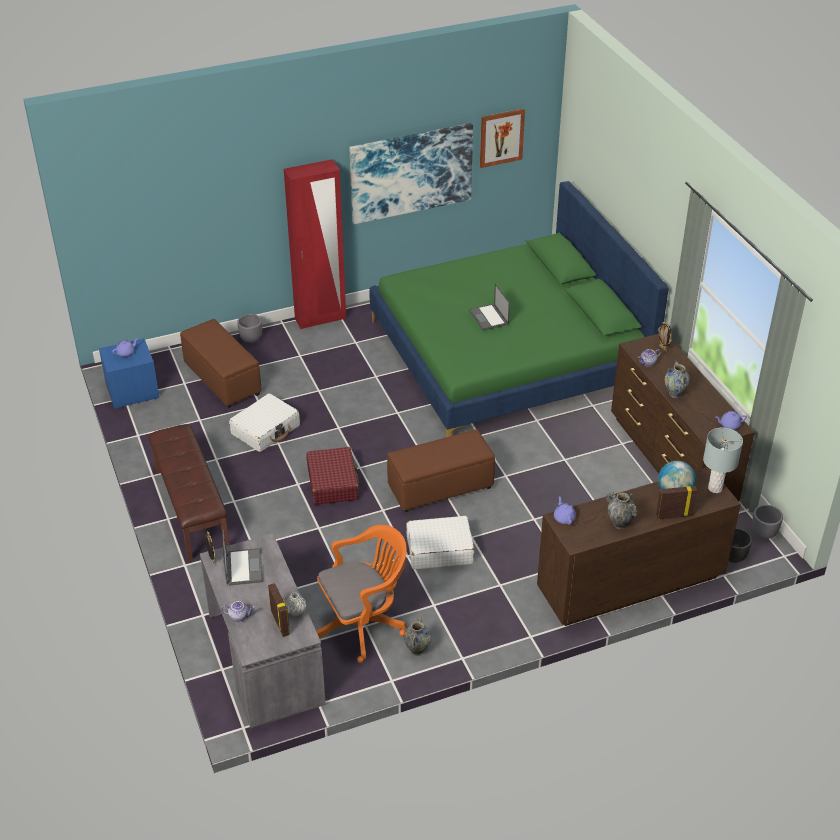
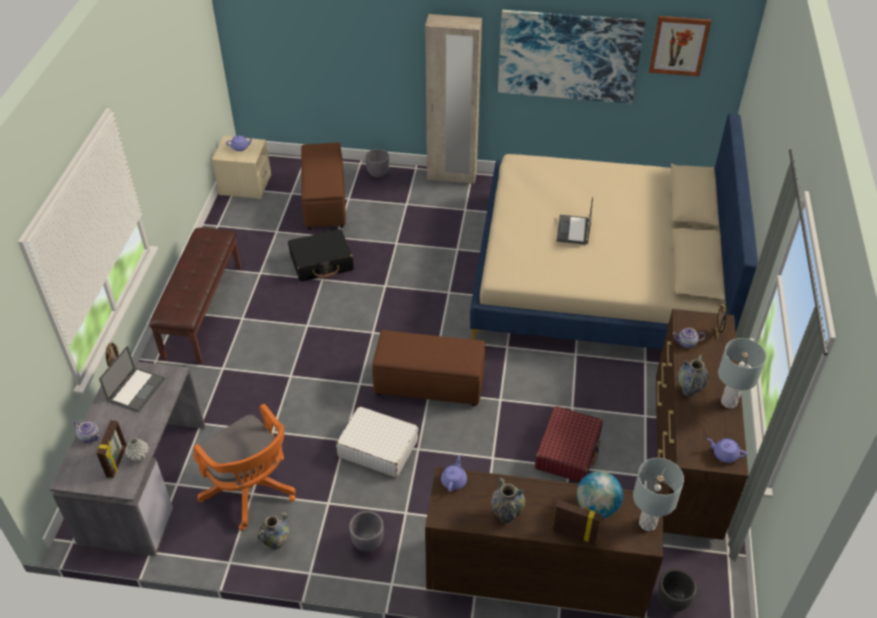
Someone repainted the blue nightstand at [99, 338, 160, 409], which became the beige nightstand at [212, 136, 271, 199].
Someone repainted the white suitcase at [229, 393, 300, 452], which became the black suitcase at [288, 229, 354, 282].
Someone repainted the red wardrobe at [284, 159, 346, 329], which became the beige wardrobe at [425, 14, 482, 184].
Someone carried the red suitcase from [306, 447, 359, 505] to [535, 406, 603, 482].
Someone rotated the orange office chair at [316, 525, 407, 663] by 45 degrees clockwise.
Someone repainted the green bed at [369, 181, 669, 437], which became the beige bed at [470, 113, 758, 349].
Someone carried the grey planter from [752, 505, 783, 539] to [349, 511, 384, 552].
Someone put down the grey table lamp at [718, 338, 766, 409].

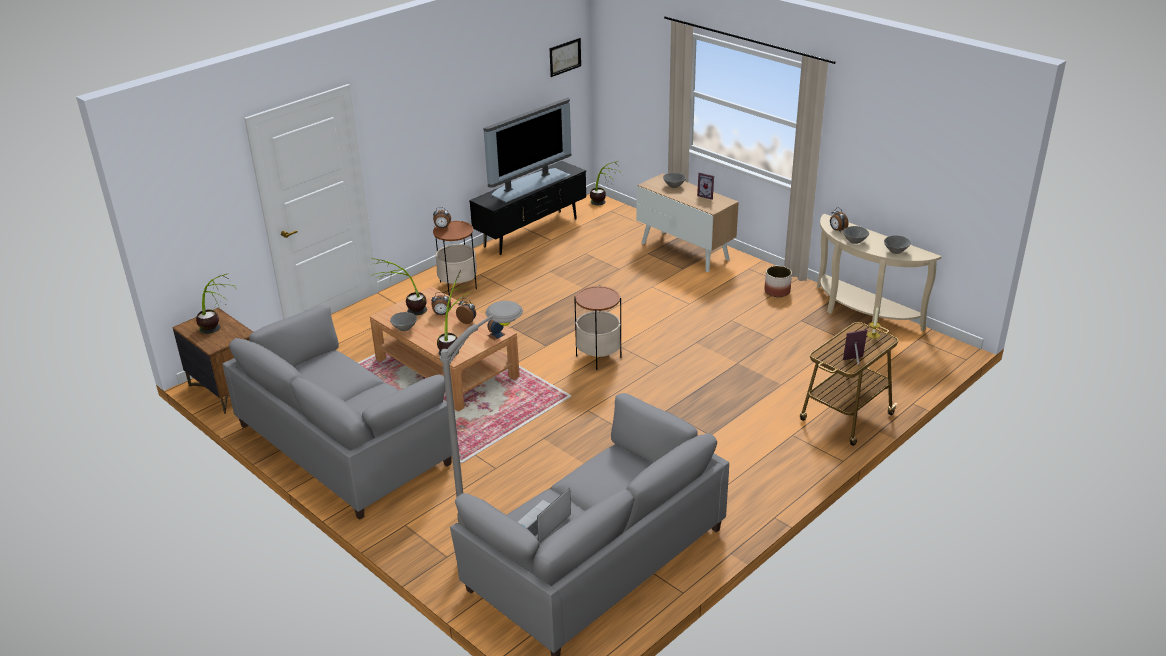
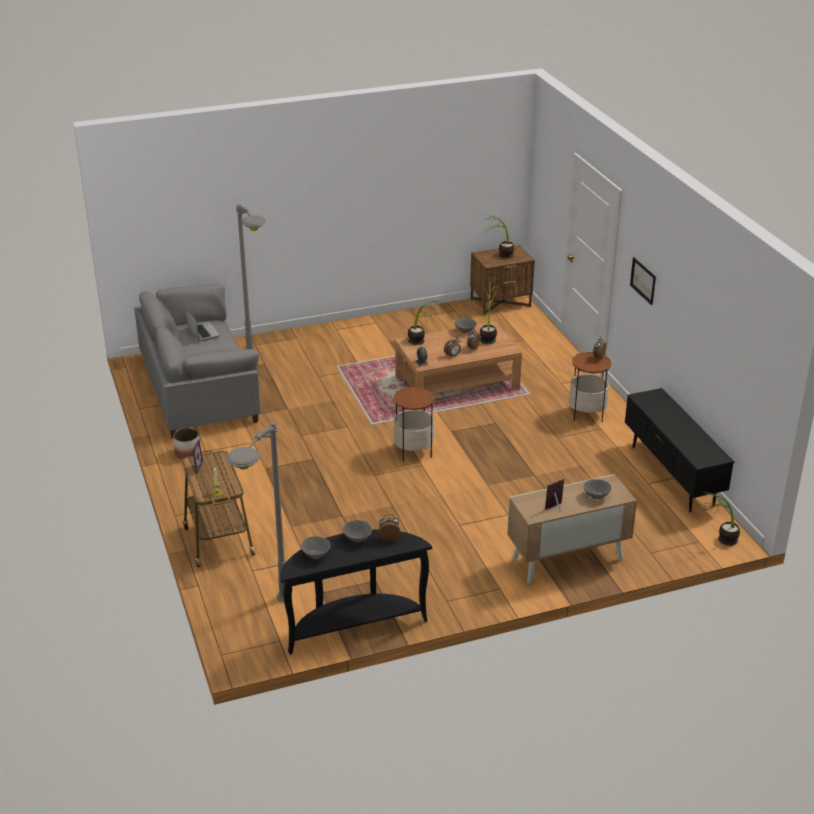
Someone took away the grey sofa at [222, 305, 452, 520].
Someone took away the television at [483, 97, 571, 202].
Someone carried the picture from [550, 38, 581, 77] to [630, 257, 656, 305].
Someone carried the planter from [764, 266, 792, 297] to [173, 428, 200, 459].
Someone repainted the beige console table at [816, 214, 941, 331], which became the black console table at [280, 530, 432, 655].
Someone put down the grey floor lamp at [226, 422, 285, 602].

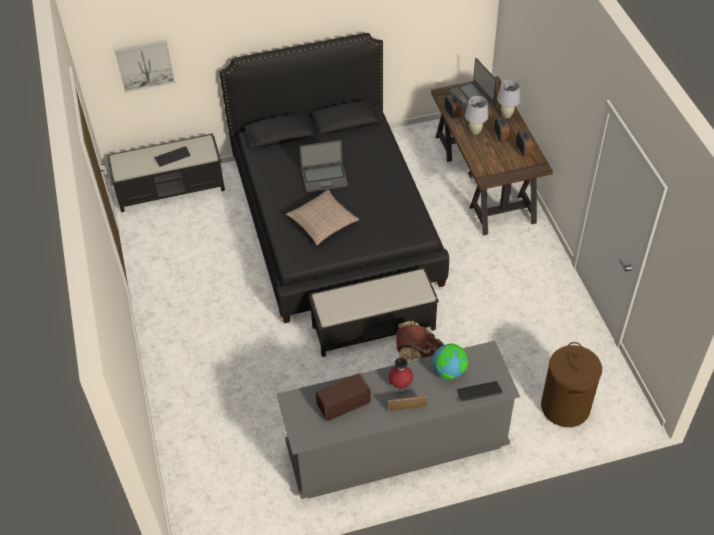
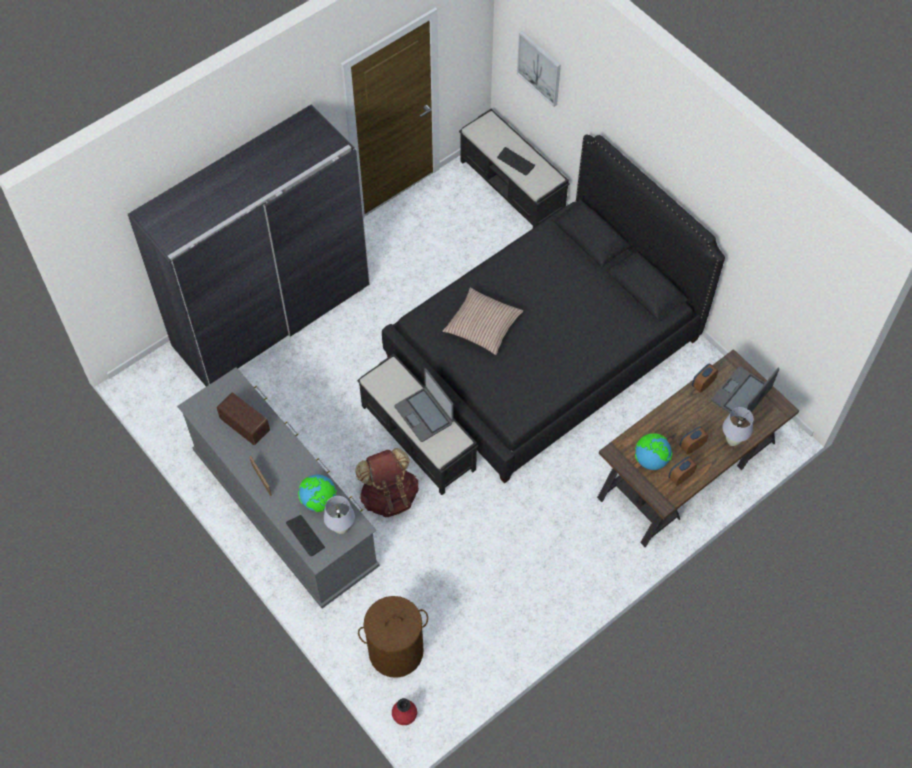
Someone carried the laptop from [300, 140, 348, 192] to [394, 368, 454, 442].
Someone carried the red vase from [389, 357, 413, 388] to [392, 698, 417, 725].
Someone carried the white table lamp from [465, 96, 489, 135] to [323, 496, 355, 534].
Someone put down the grey wardrobe at [128, 105, 370, 387].
Someone put down the globe at [635, 433, 672, 470].

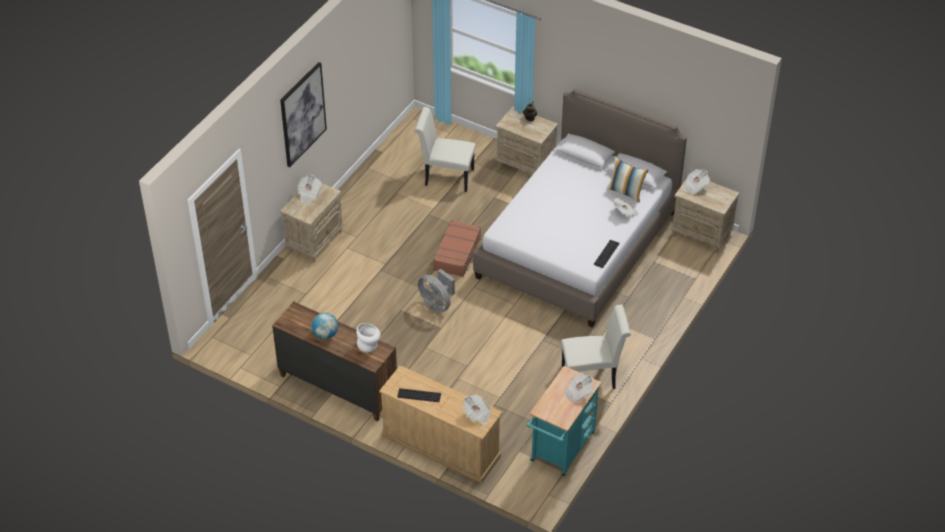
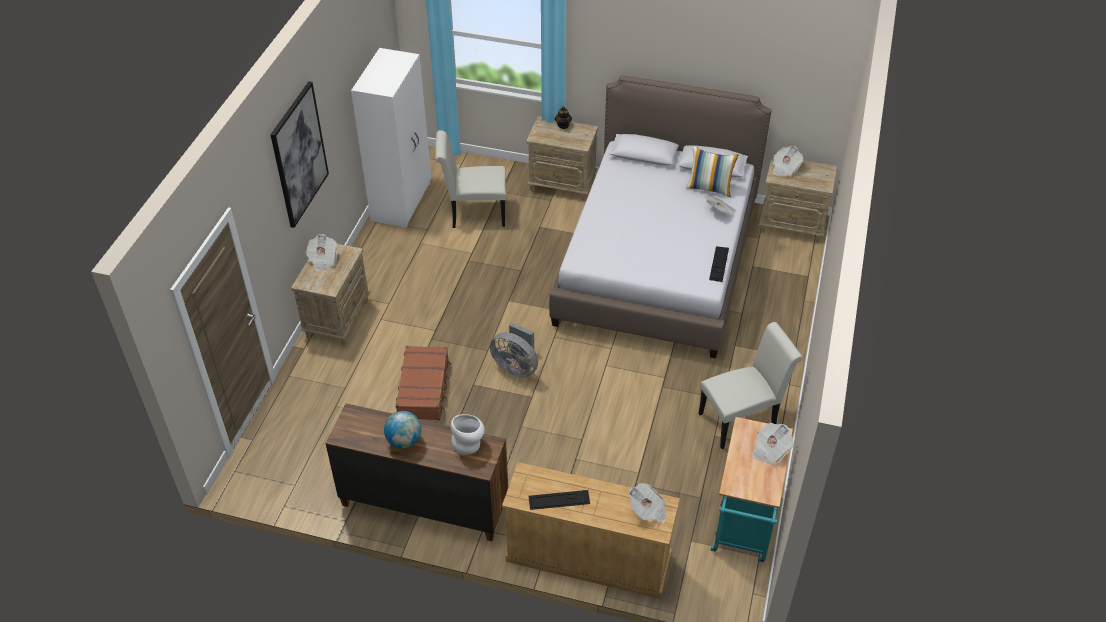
Someone carried the brown suitcase from [433, 220, 482, 277] to [395, 346, 451, 420].
Someone put down the white wardrobe at [351, 48, 431, 228].

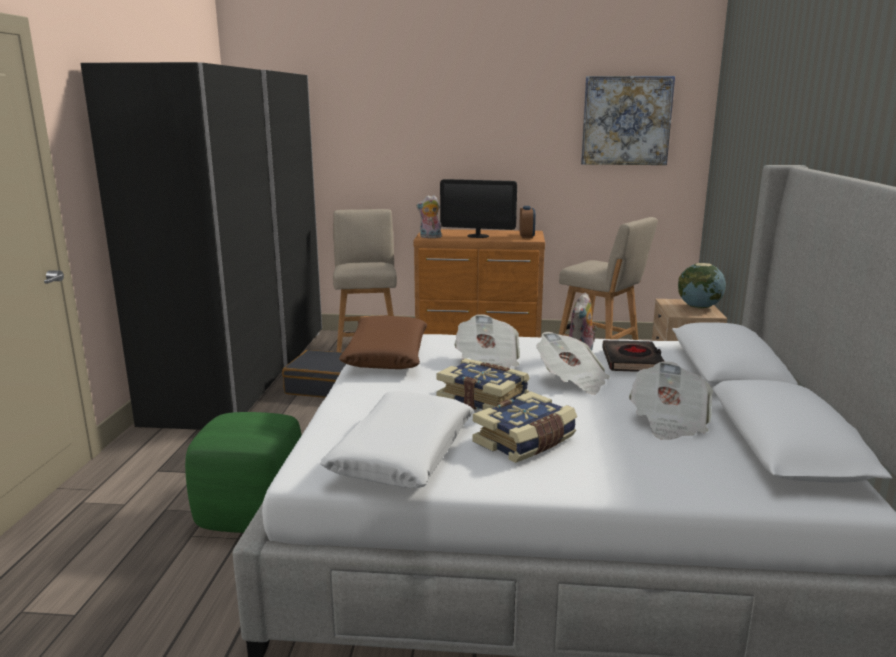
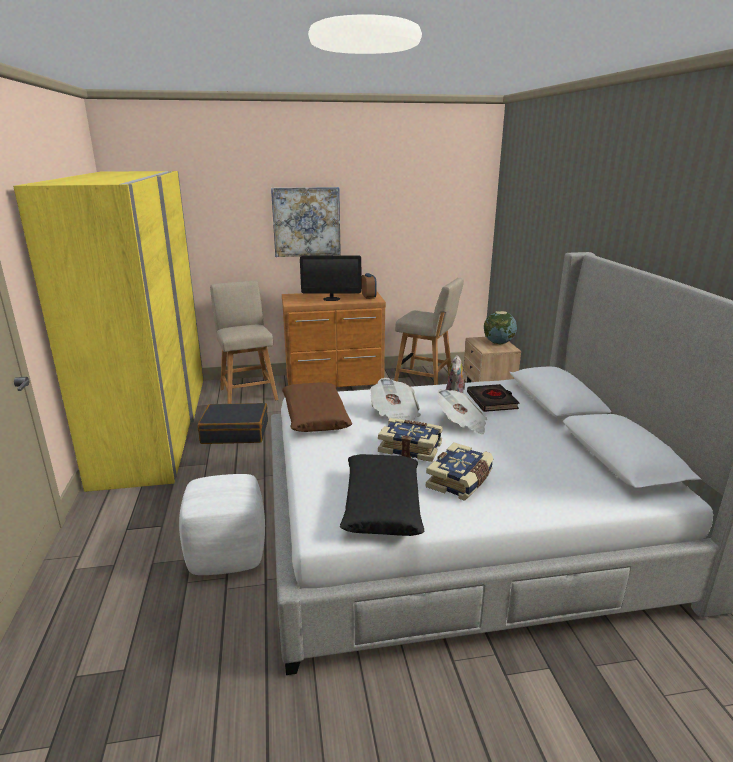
Someone repainted the black wardrobe at [81, 62, 322, 430], which became the yellow wardrobe at [13, 171, 204, 492].
Someone repainted the green ottoman at [185, 412, 302, 533], which became the white ottoman at [179, 474, 265, 575].
Someone repainted the white pillow at [320, 391, 474, 488], which became the black pillow at [340, 454, 424, 536].
Someone took away the plush toy at [416, 195, 442, 238].
Someone carried the picture from [581, 76, 675, 165] to [271, 187, 341, 257].
Someone took away the newspaper at [629, 361, 713, 440].

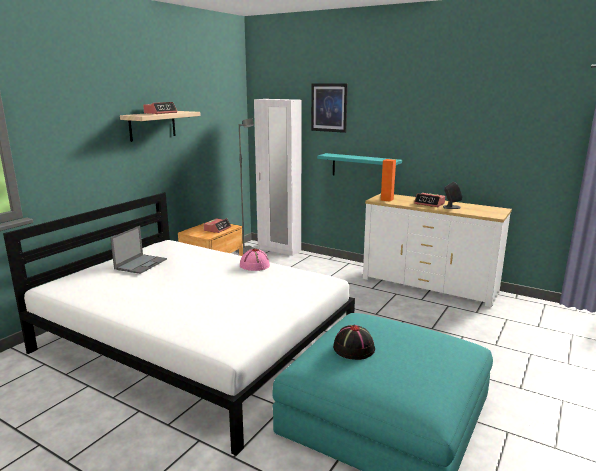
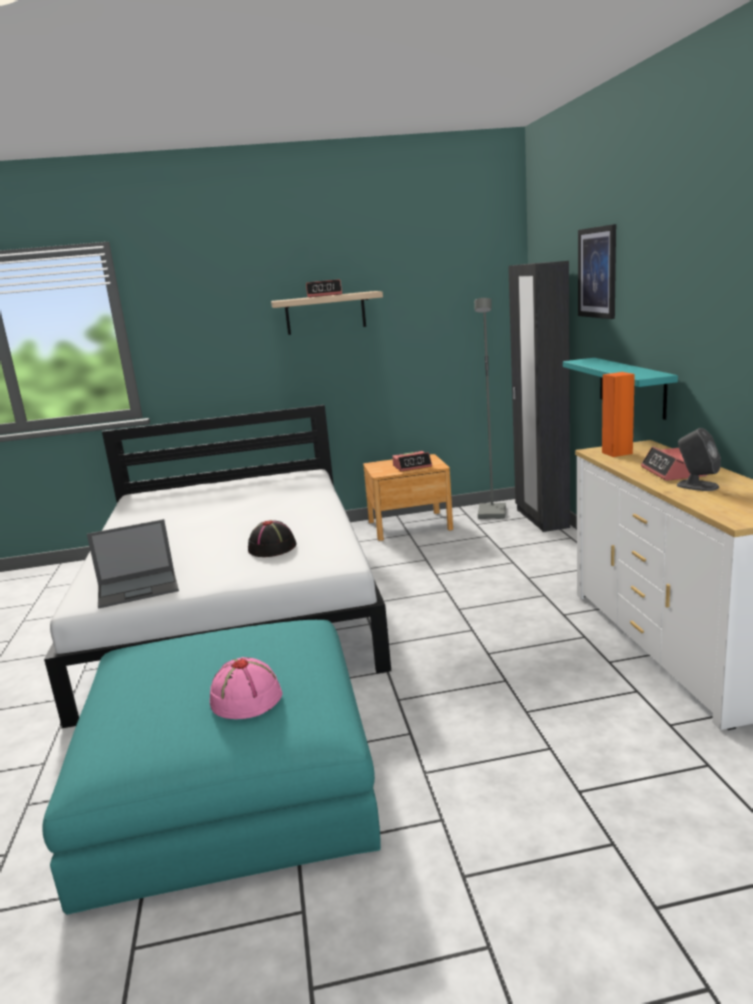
Someone carried the laptop from [110, 226, 167, 274] to [87, 519, 179, 609].
Someone carried the pink hat from [240, 249, 270, 271] to [210, 657, 283, 719].
Someone repainted the white wardrobe at [254, 99, 302, 256], which became the black wardrobe at [508, 261, 570, 532].
Someone carried the black hat from [333, 325, 375, 360] to [248, 520, 297, 557].

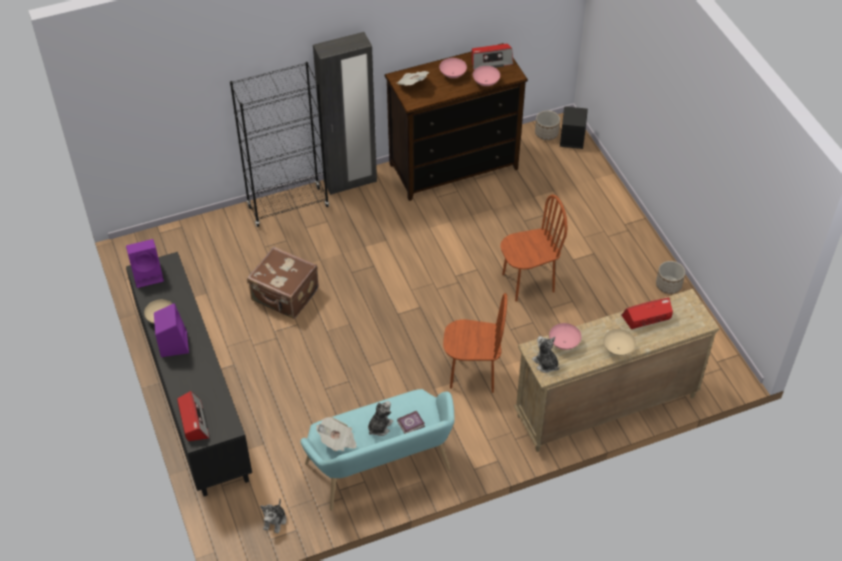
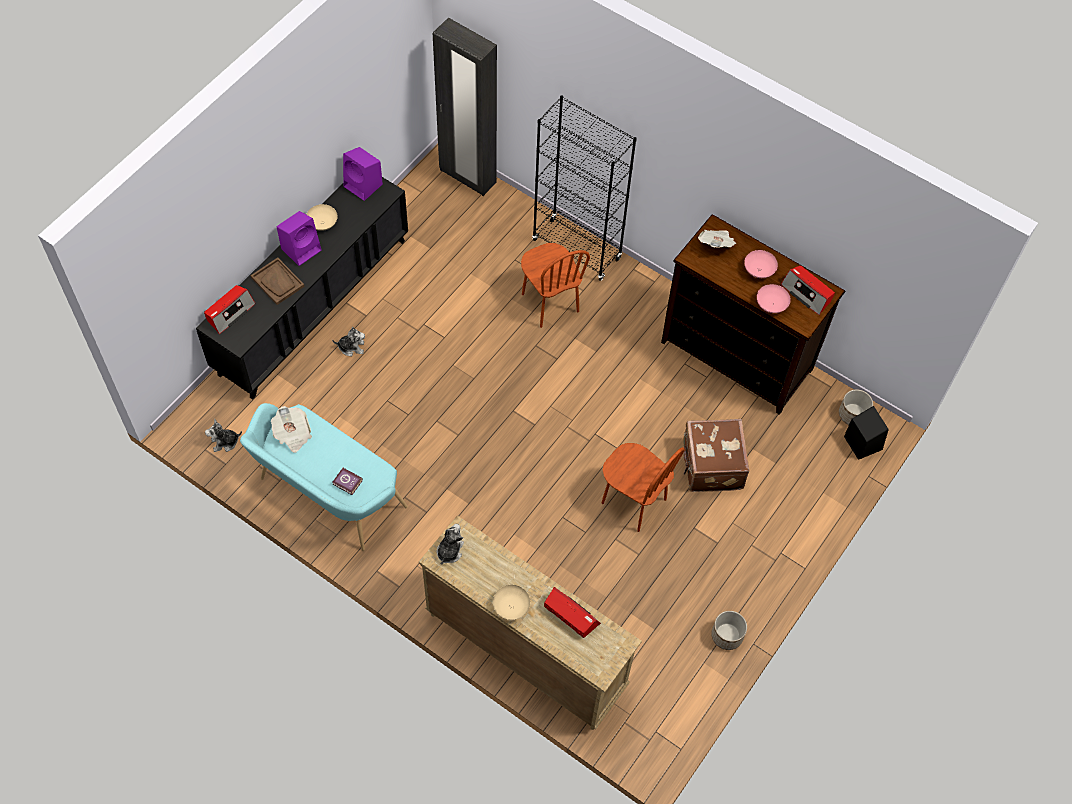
Someone carried the brown suitcase from [247, 246, 319, 319] to [683, 419, 749, 492].
Someone carried the black wardrobe from [313, 32, 377, 195] to [433, 17, 497, 196].
Someone carried the plush toy from [368, 401, 393, 436] to [332, 327, 365, 357].
Someone carried the brown chair from [443, 293, 507, 393] to [521, 243, 590, 328].
Someone took away the pink bowl at [549, 323, 581, 350].
Someone put down the brown tray at [250, 258, 305, 305].

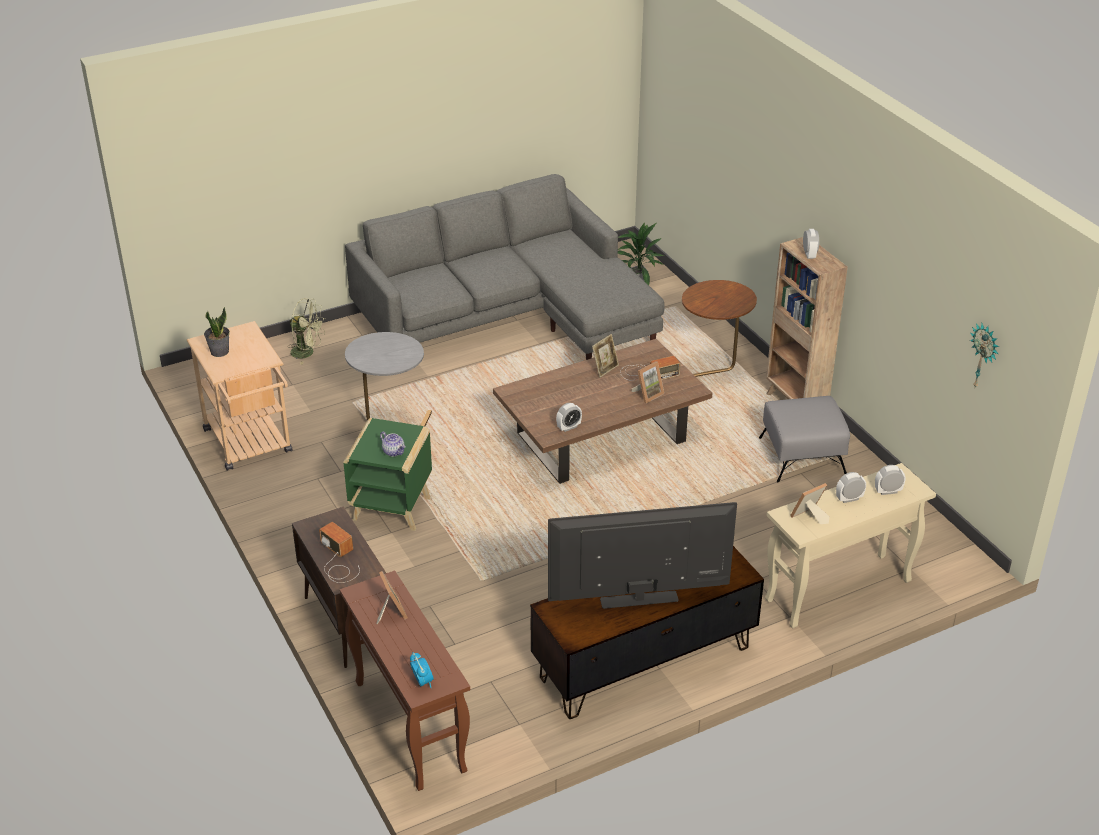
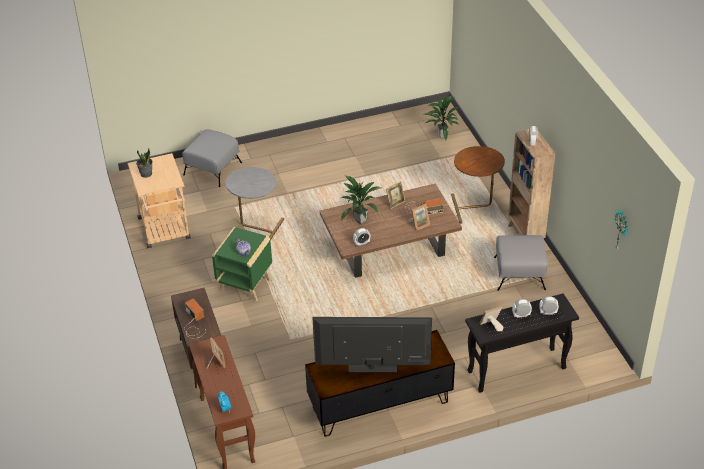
Someone swapped the green fan at [288, 298, 325, 365] for the grey ottoman at [182, 129, 242, 187].
Someone took away the grey sofa at [345, 174, 664, 360].
Someone repainted the beige console table at [765, 463, 936, 628], which became the black console table at [465, 293, 579, 393].
Someone put down the potted plant at [341, 175, 383, 224].

